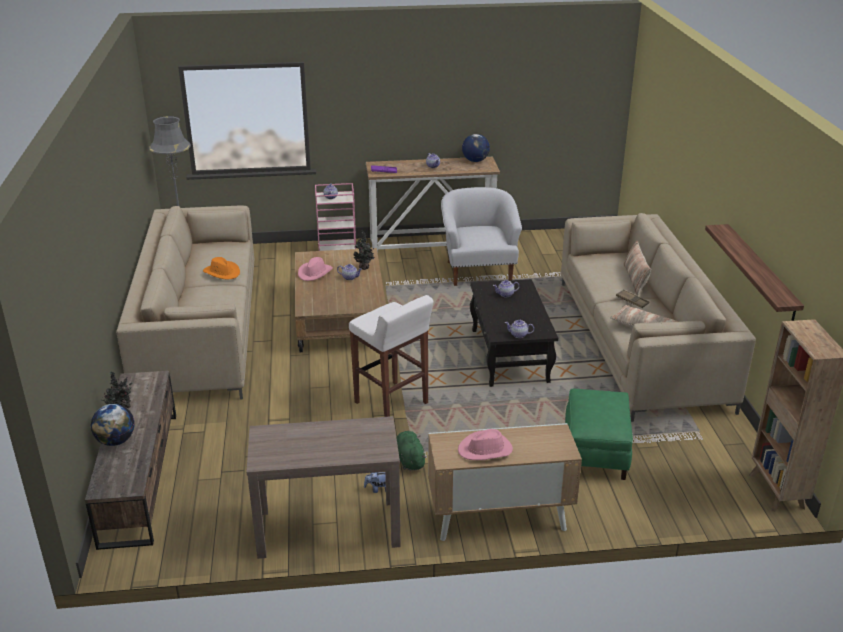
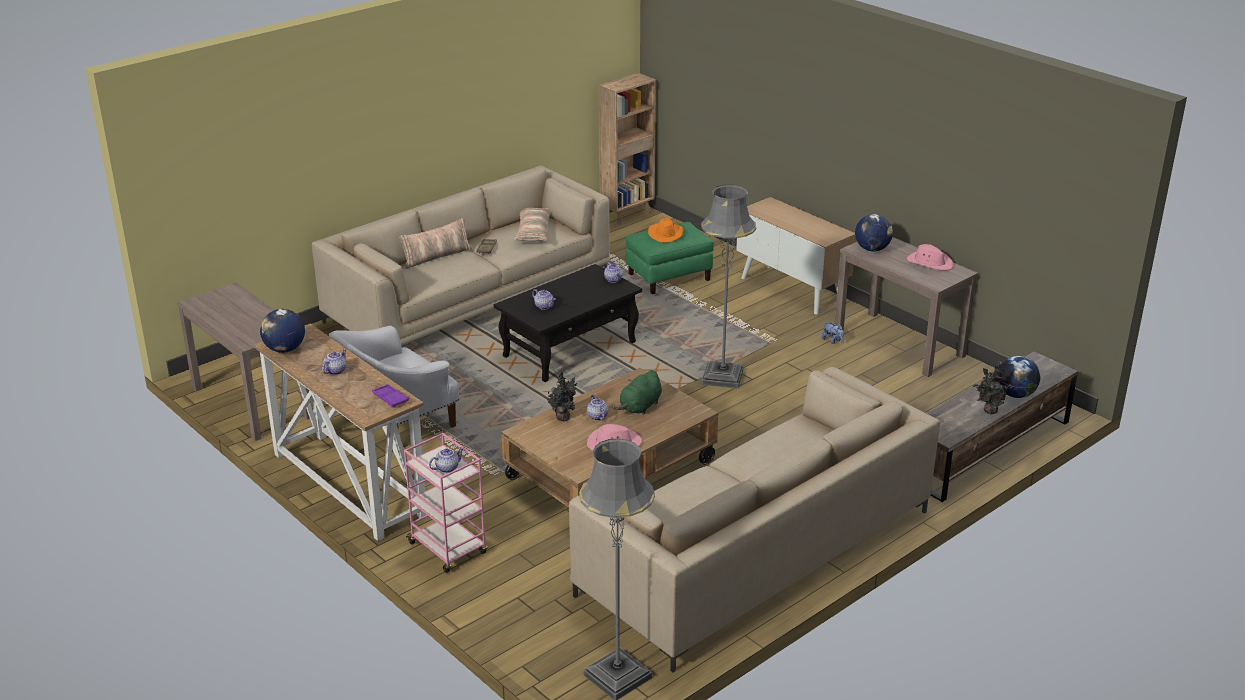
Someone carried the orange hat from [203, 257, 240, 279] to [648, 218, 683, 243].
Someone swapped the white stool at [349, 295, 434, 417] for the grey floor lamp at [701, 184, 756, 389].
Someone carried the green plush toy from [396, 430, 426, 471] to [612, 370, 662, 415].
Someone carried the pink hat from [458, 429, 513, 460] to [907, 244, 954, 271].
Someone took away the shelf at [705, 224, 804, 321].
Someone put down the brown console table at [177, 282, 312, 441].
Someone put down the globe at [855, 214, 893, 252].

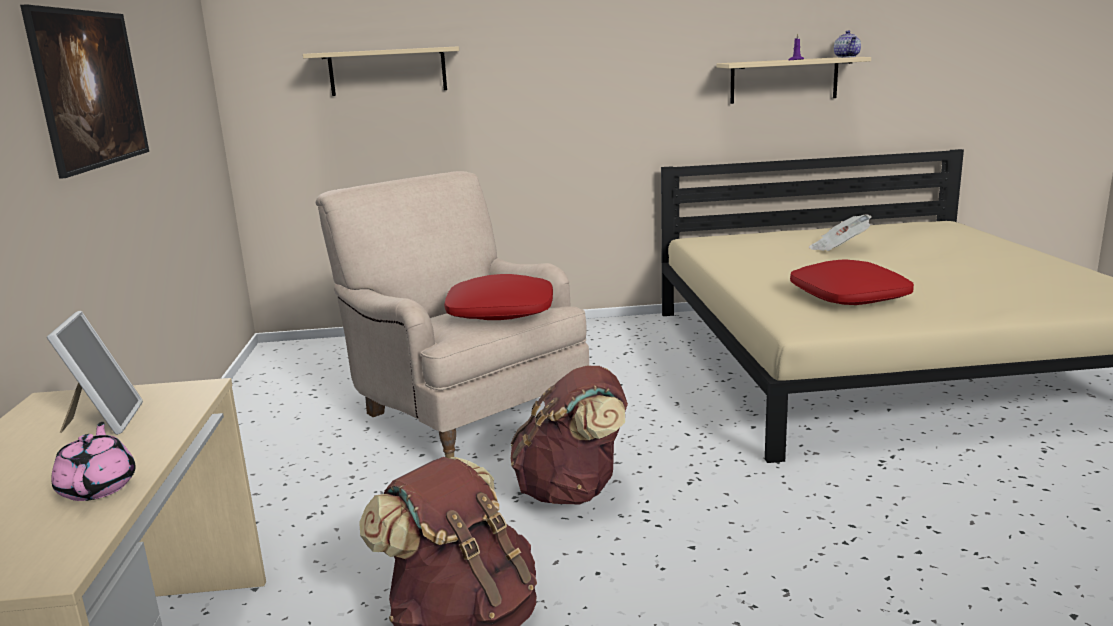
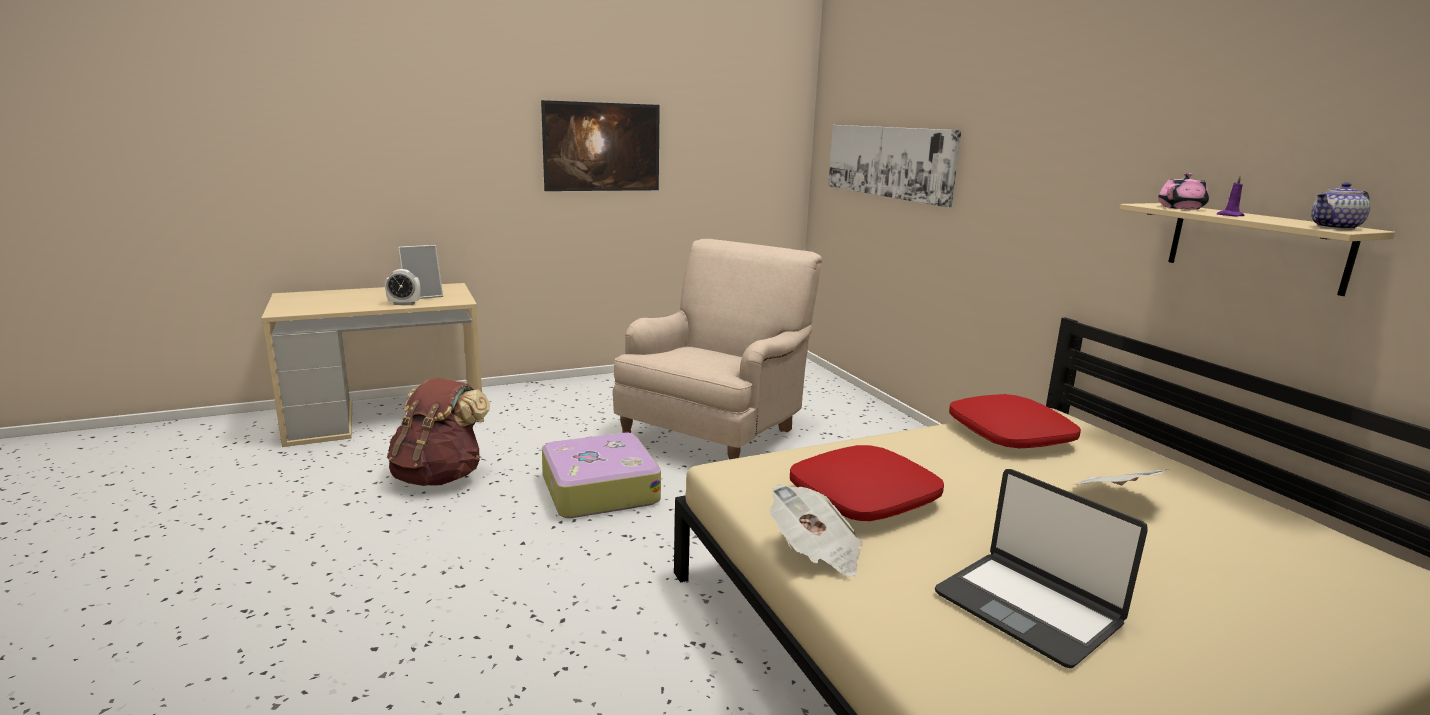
Someone carried the pink teapot from [51, 422, 136, 501] to [1158, 173, 1209, 209].
Someone swapped the beige shelf at [303, 46, 460, 96] for the picture at [828, 125, 962, 208].
Someone carried the red pillow from [444, 274, 553, 320] to [949, 394, 1081, 448].
Someone swapped the brown backpack at [511, 365, 628, 505] for the suitcase at [542, 433, 661, 518].
Someone put down the alarm clock at [385, 269, 420, 305].
Someone put down the newspaper at [770, 484, 863, 577].
Someone put down the laptop at [935, 469, 1148, 668].

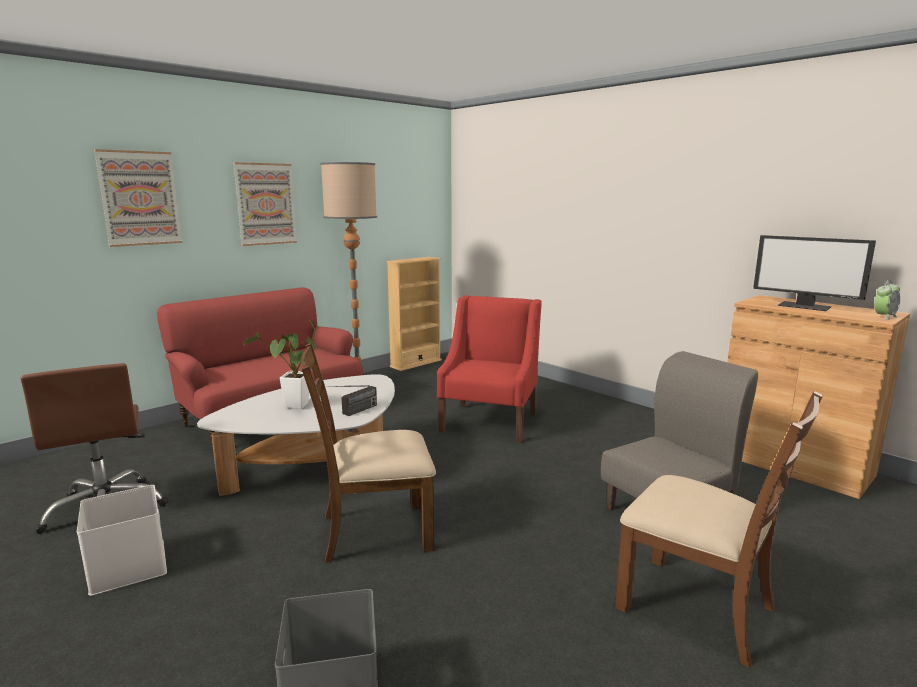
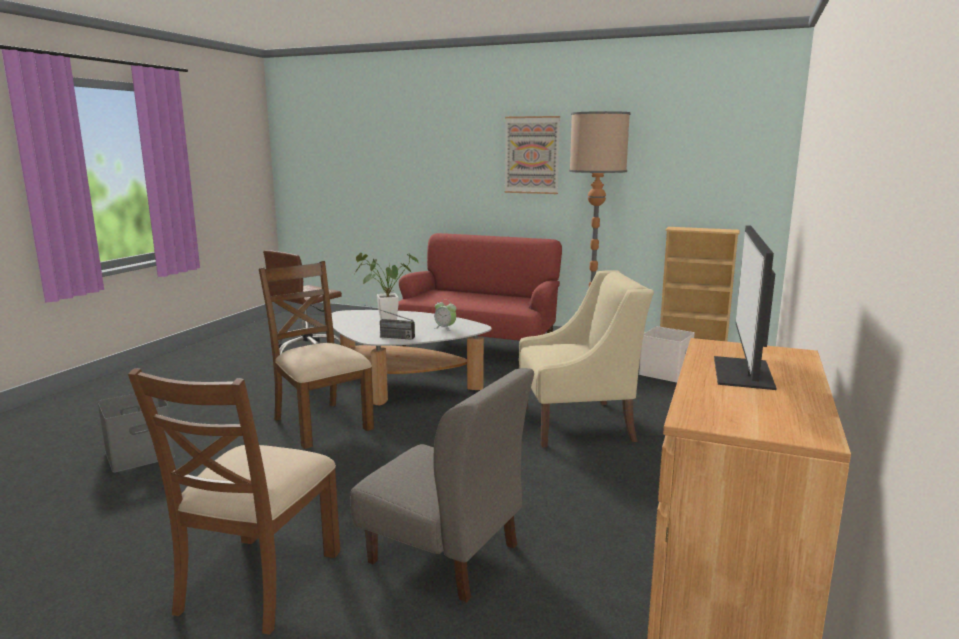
Someone carried the white storage box from [77, 485, 167, 596] to [639, 326, 695, 383].
Someone took away the picture at [94, 149, 182, 247].
Someone repainted the red armchair at [437, 295, 542, 443], which became the beige armchair at [519, 271, 654, 447].
Someone carried the alarm clock from [874, 280, 900, 320] to [434, 299, 456, 331].

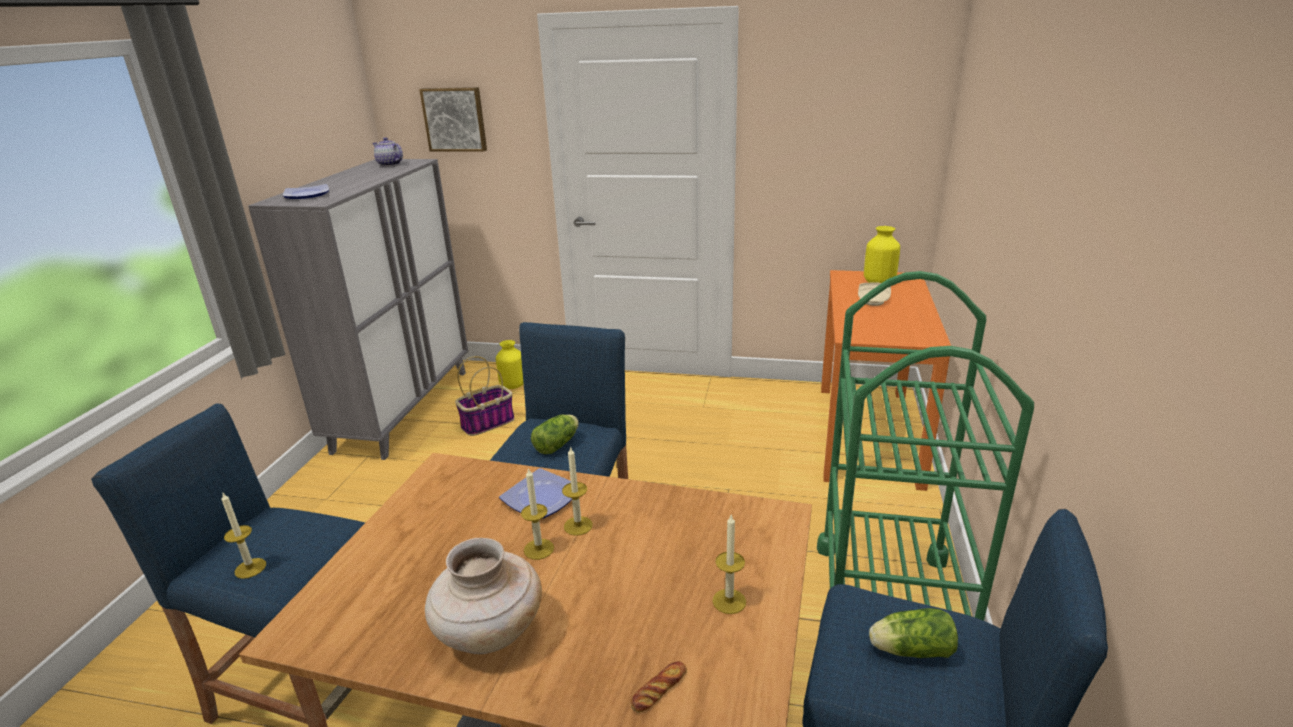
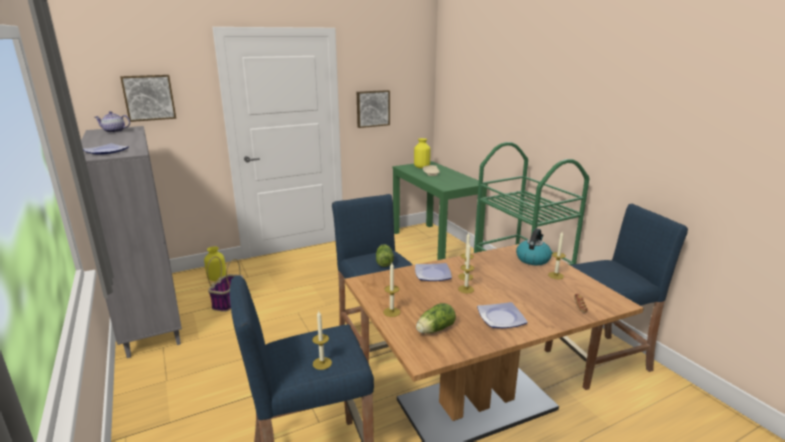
Someone swapped the beige vase at [425, 538, 542, 654] for the plate at [477, 302, 528, 328].
Someone repainted the orange console table at [821, 270, 951, 491], which became the green console table at [393, 161, 488, 260].
Someone carried the lettuce from [869, 608, 958, 658] to [416, 303, 456, 334].
Someone put up the picture at [357, 90, 390, 128].
Someone put down the candle at [383, 263, 400, 317].
Someone put down the kettle at [516, 228, 552, 265].

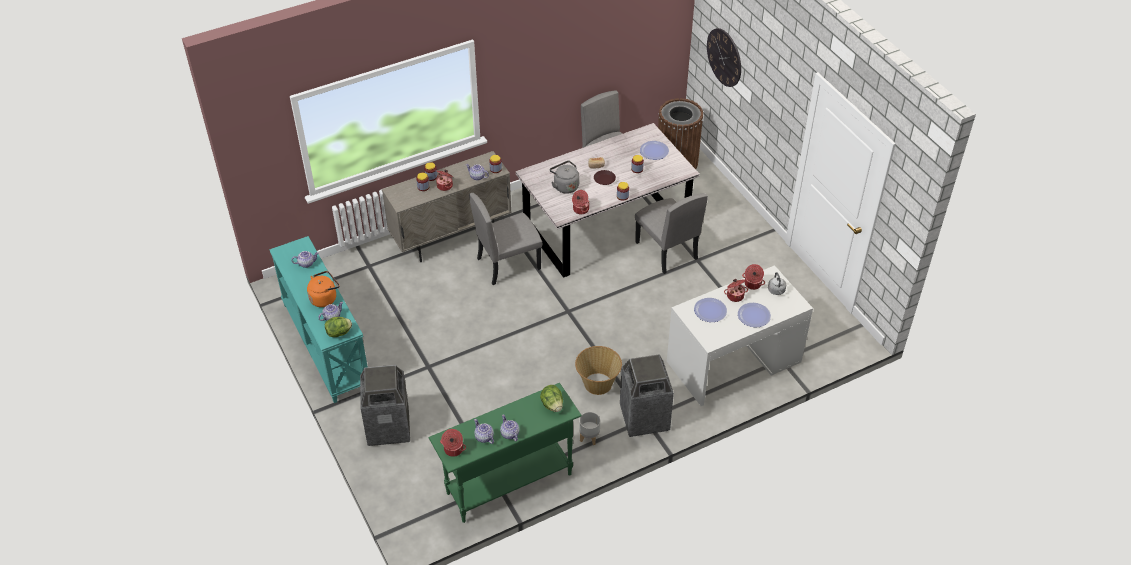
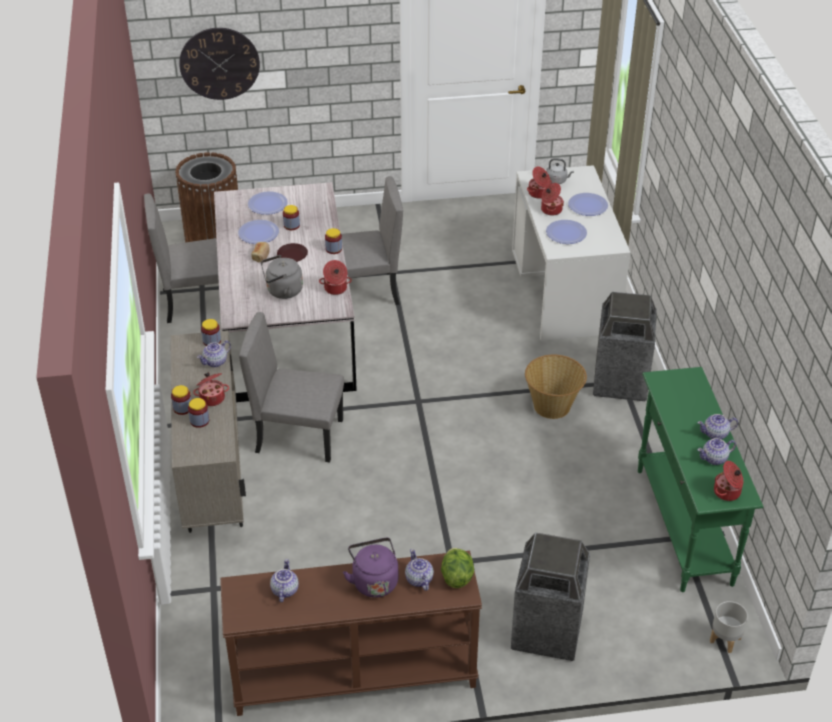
Someone repainted the turquoise console table at [269, 236, 368, 403], which became the brown console table at [220, 551, 482, 716].
Someone repainted the orange kettle at [307, 271, 340, 307], which became the purple kettle at [343, 538, 398, 598].
Someone rotated the grey chair at [469, 193, 542, 285] by 105 degrees clockwise.
Someone took away the lettuce at [540, 385, 563, 412].
Someone carried the grey planter from [579, 412, 600, 445] to [710, 601, 748, 653].
Someone put down the plate at [238, 220, 279, 244].

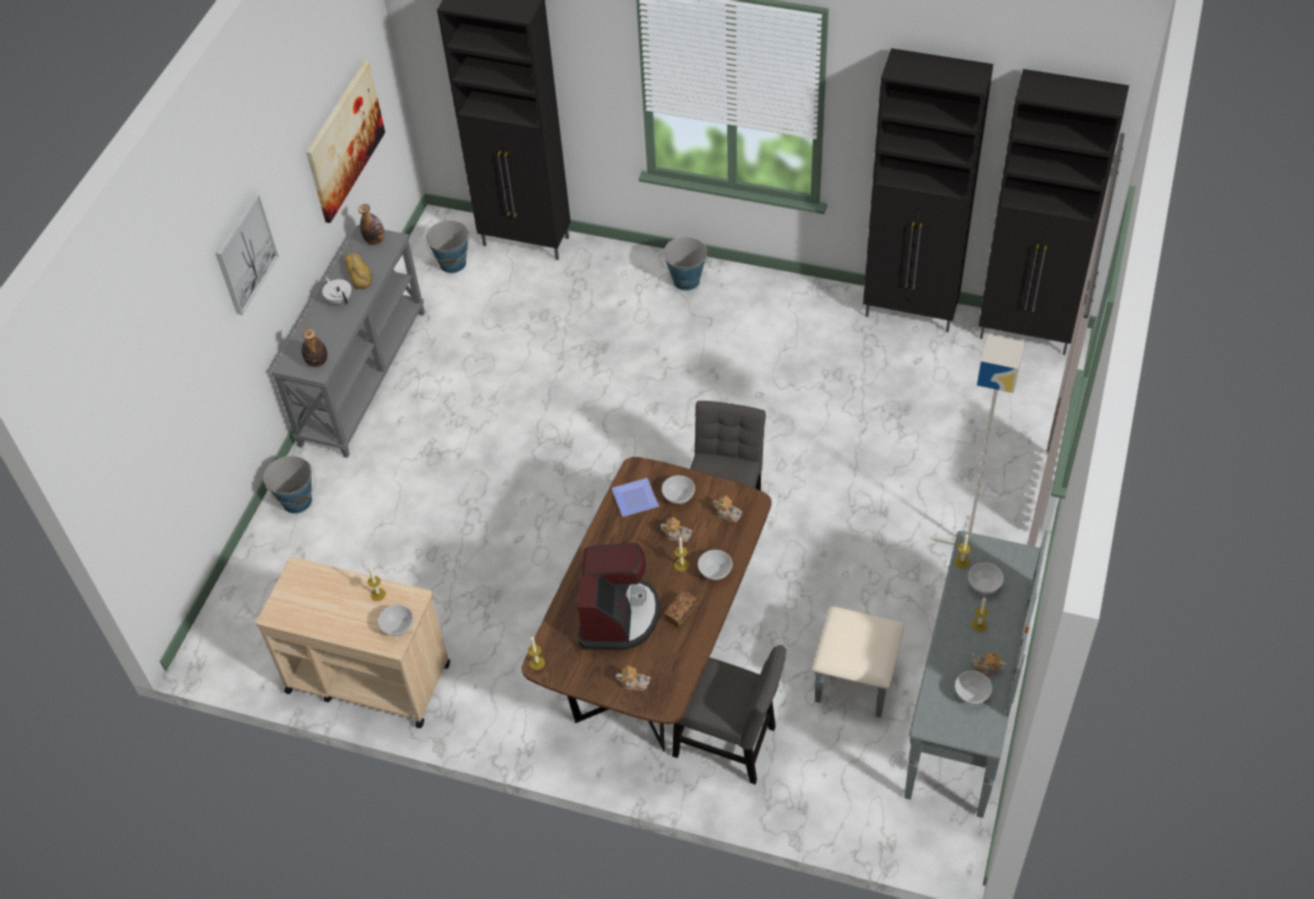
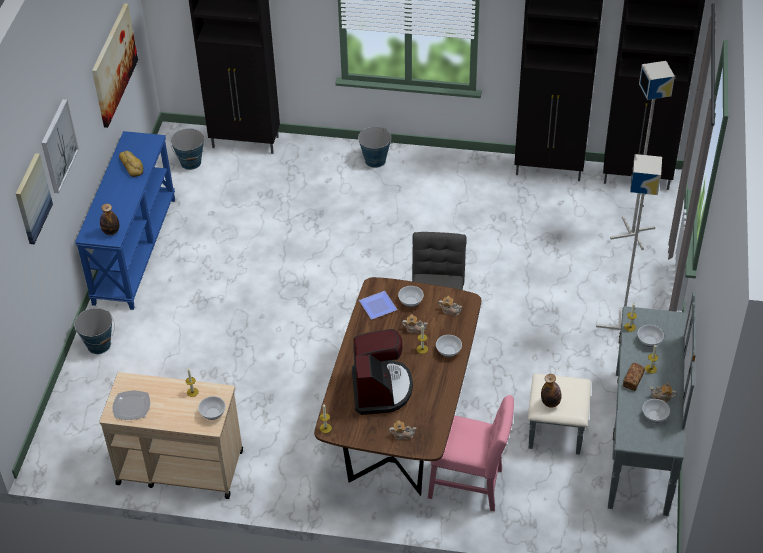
Someone repainted the grey console table at [270, 225, 425, 458], which became the blue console table at [75, 131, 175, 310].
Someone took away the white teapot at [322, 277, 352, 304].
Someone carried the bottle from [358, 204, 385, 245] to [541, 374, 562, 408].
Someone carried the bread from [664, 590, 698, 628] to [623, 363, 645, 391].
Someone repainted the grey chair at [672, 645, 786, 784], which became the pink chair at [428, 395, 514, 511].
Someone put up the picture at [15, 153, 53, 244].
Someone put down the plate at [113, 390, 150, 420].
Someone put down the grey floor lamp at [610, 61, 675, 250].

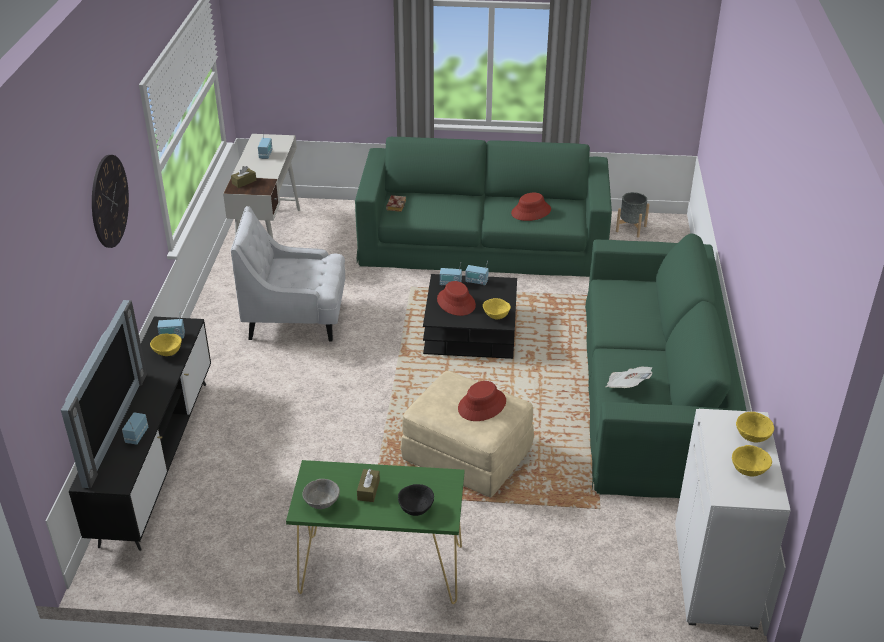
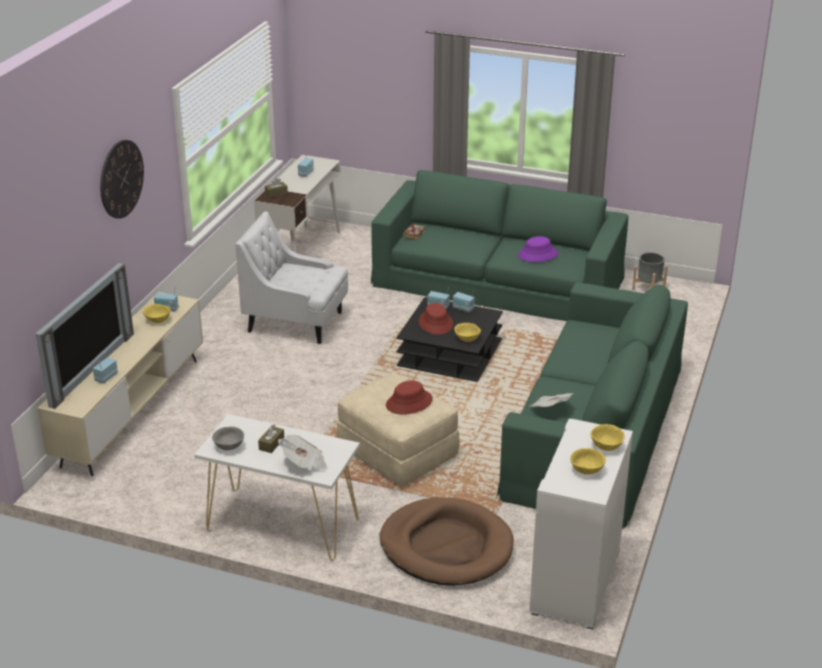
Someone repainted the black tv stand at [69, 317, 211, 551], which became the beige tv stand at [37, 292, 203, 476].
Someone repainted the green console table at [286, 460, 465, 604], which became the white console table at [194, 414, 360, 561].
Someone swapped the black bowl at [398, 484, 434, 516] for the newspaper at [278, 435, 328, 470].
Someone repainted the red hat at [511, 193, 551, 221], which became the purple hat at [518, 236, 558, 262].
Someone put down the brown dog bed at [380, 497, 514, 586].

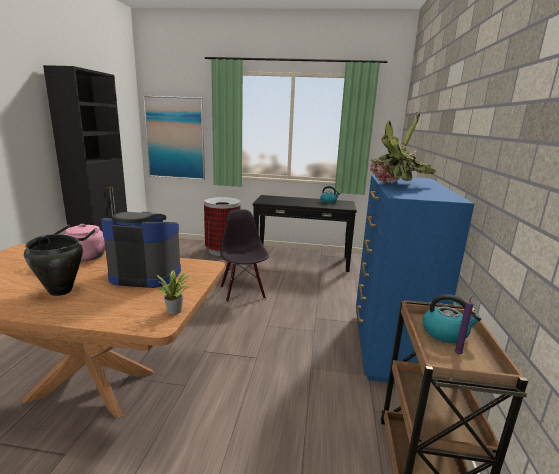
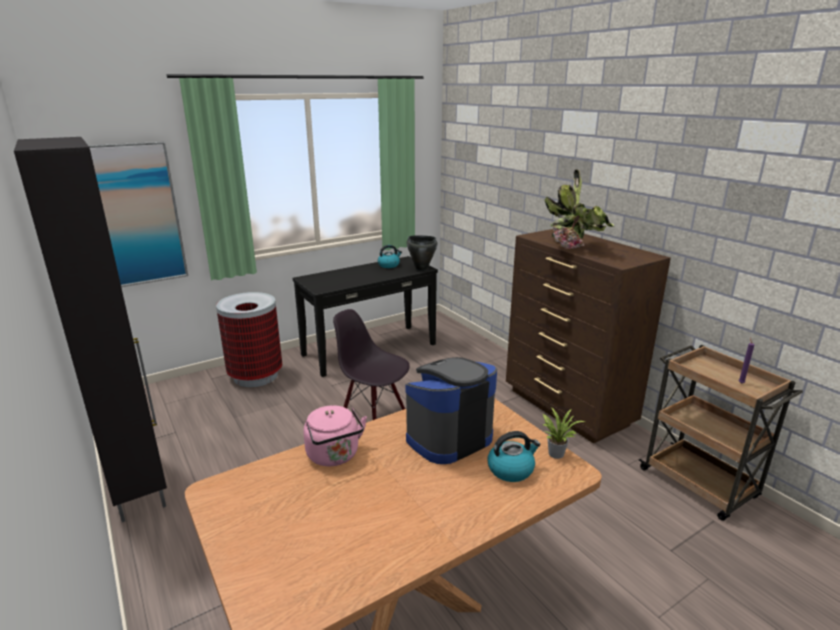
Someone carried the black cooking pot from [24, 234, 83, 296] to [407, 235, 437, 271].
Someone repainted the blue dresser at [356, 175, 474, 384], which became the brown dresser at [506, 229, 671, 443].
Someone carried the kettle from [423, 294, 481, 343] to [488, 431, 541, 482].

